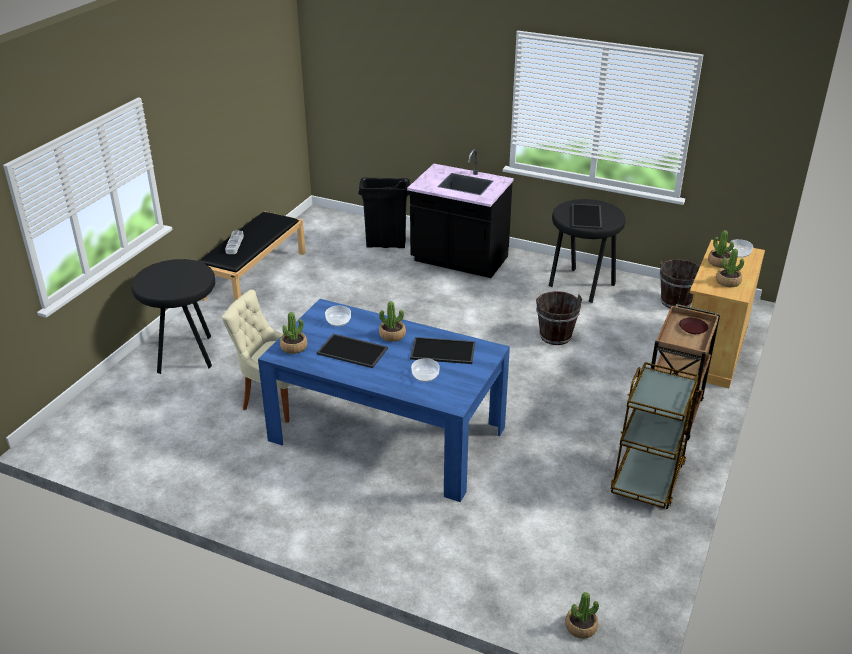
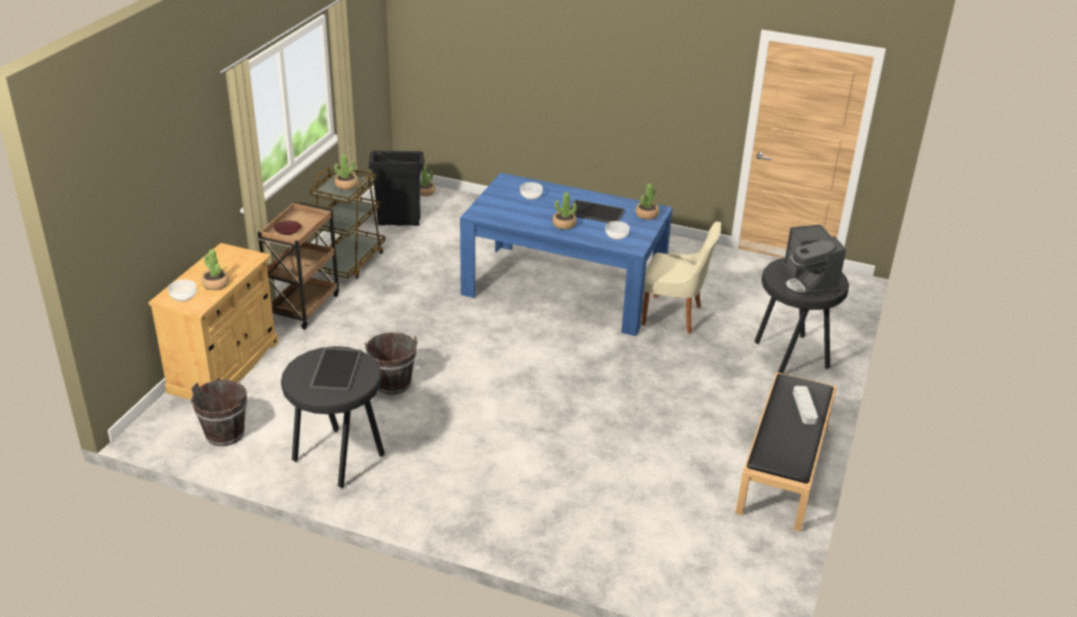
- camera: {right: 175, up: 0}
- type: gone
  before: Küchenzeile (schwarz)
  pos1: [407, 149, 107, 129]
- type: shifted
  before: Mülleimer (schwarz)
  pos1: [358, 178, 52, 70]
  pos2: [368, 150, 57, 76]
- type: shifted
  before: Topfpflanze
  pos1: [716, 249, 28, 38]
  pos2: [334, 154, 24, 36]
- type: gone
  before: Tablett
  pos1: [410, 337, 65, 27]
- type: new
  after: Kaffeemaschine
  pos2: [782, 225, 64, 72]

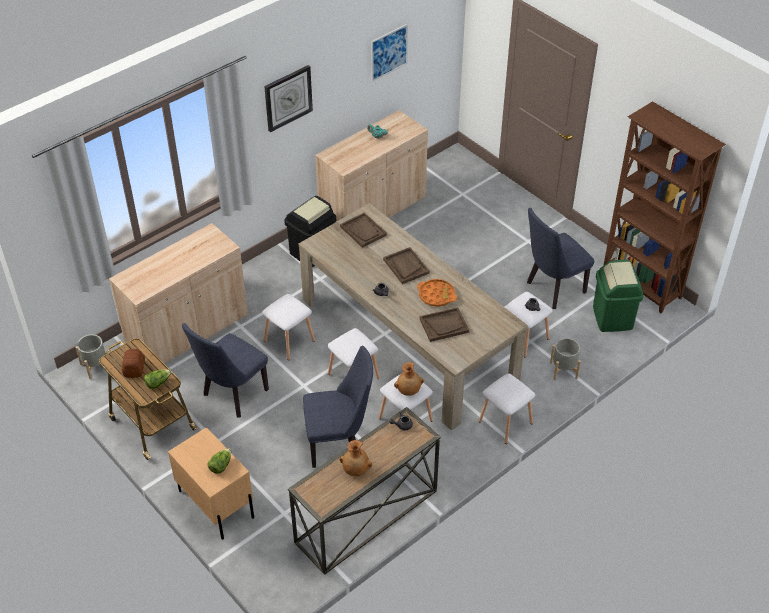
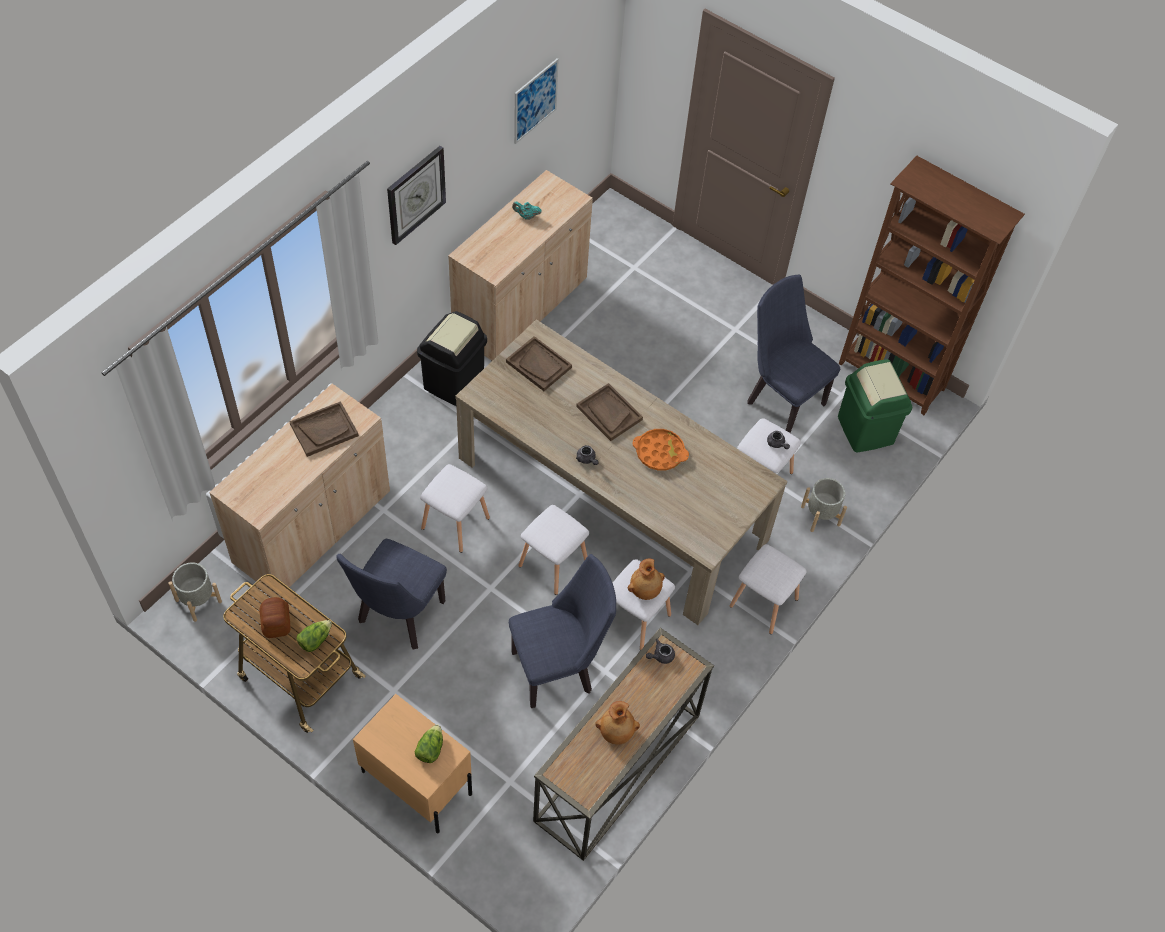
- camera: {right: -15, up: 10}
- type: rotated
  before: Stuhl (blau)
  pos1: [527, 208, 67, 101]
  pos2: [747, 275, 93, 158]
  turn: 90
- type: shifted
  before: Tablett (braun)
  pos1: [419, 307, 50, 35]
  pos2: [289, 401, 70, 56]

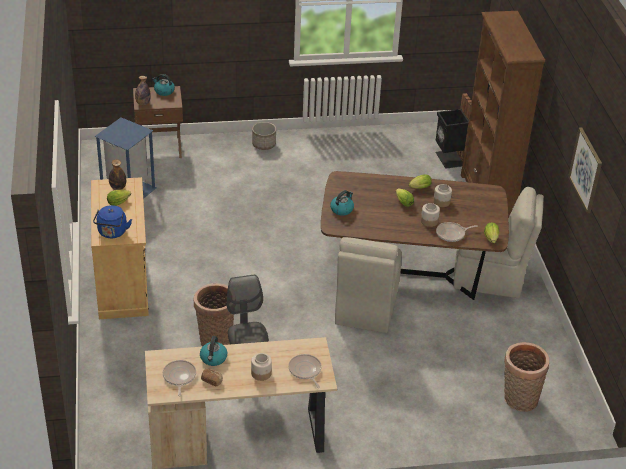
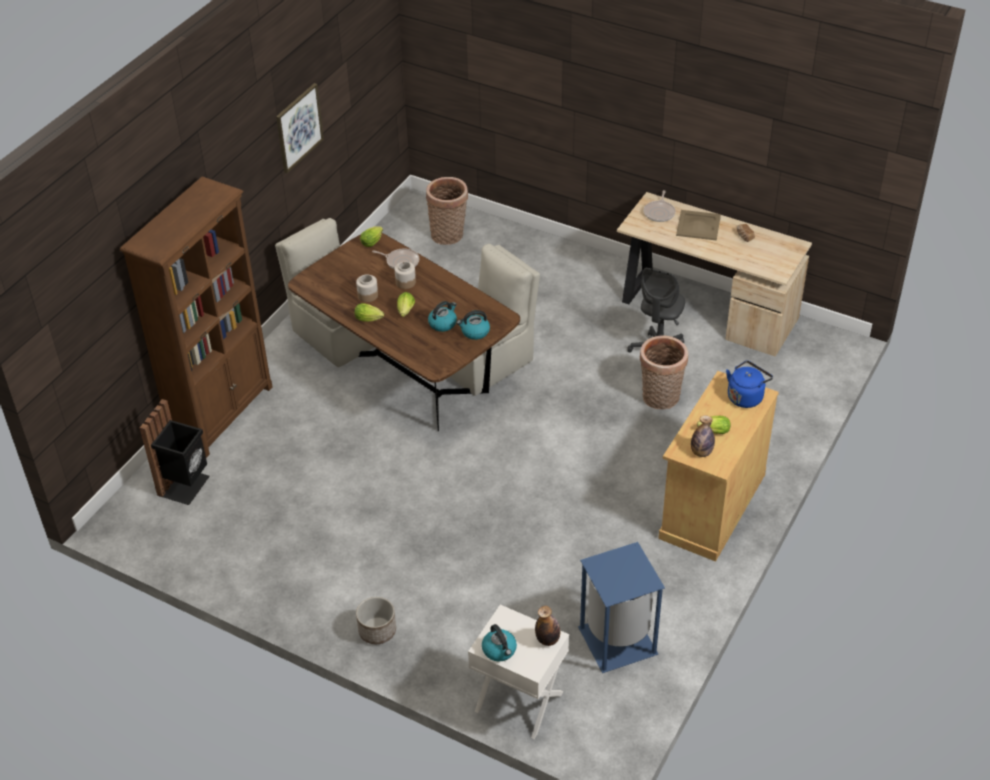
- camera: {right: -140, up: 5}
- type: repainted
  before: Nachttisch (braun)
  after: Nachttisch (weiß)
  pos1: [133, 86, 50, 72]
  pos2: [468, 605, 101, 134]
- type: shifted
  before: Wasserkessel
  pos1: [200, 336, 27, 30]
  pos2: [428, 301, 29, 31]
- type: swapped
  before: Vorratsglas
  after: Tablett (beige)
  pos1: [251, 353, 21, 28]
  pos2: [676, 210, 45, 31]
- type: gone
  before: Pfanne
  pos1: [163, 360, 33, 36]

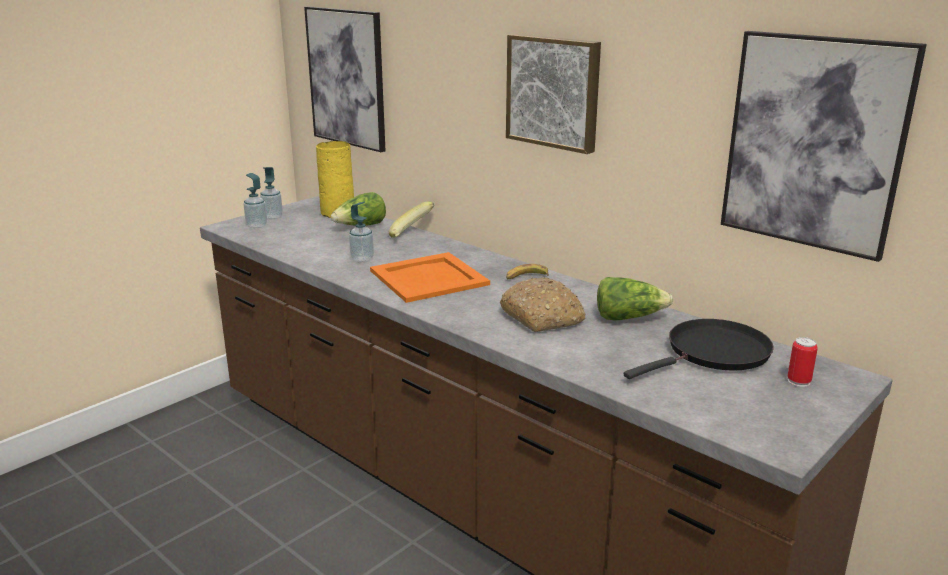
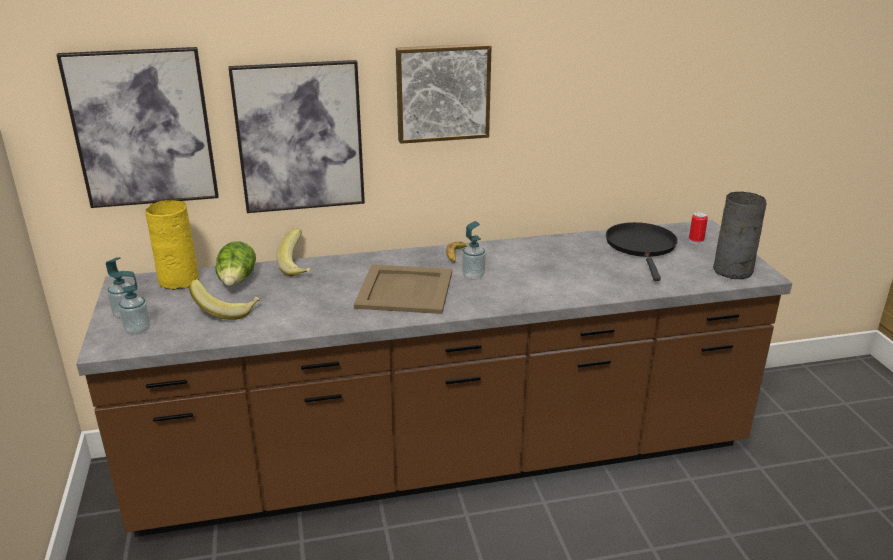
- camera: {right: -55, up: 5}
- type: shifted
  before: Bild
  pos1: [721, 31, 206, 231]
  pos2: [229, 60, 136, 153]
- type: shifted
  before: Seifenspender
  pos1: [349, 202, 25, 60]
  pos2: [462, 221, 24, 59]
- type: repainted
  before: Tablett (orange)
  after: Tablett (beige)
  pos1: [370, 252, 120, 51]
  pos2: [354, 264, 98, 50]
- type: gone
  before: Brot
  pos1: [500, 277, 85, 55]
- type: gone
  before: Salatkopf
  pos1: [597, 277, 76, 43]
- type: new
  after: Vase (grau)
  pos2: [713, 192, 54, 87]
- type: new
  after: Banane
  pos2: [189, 279, 71, 41]

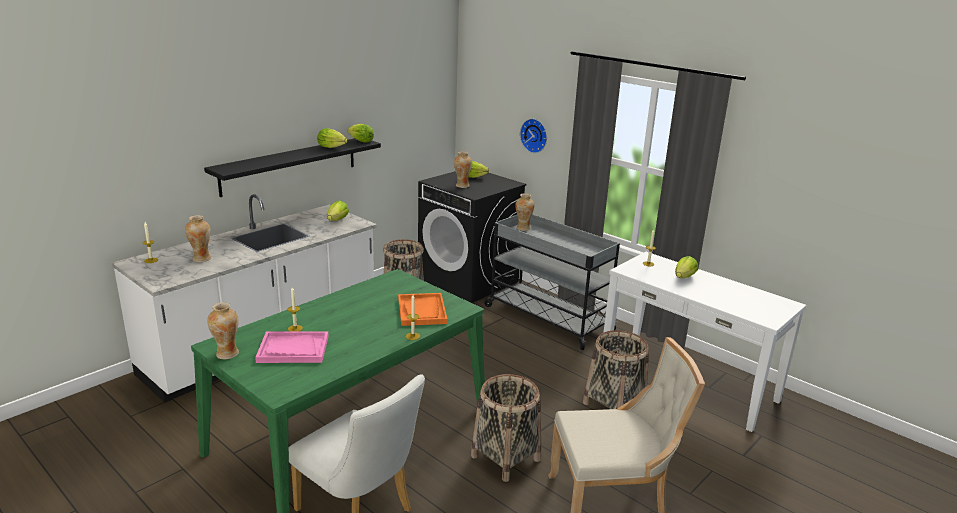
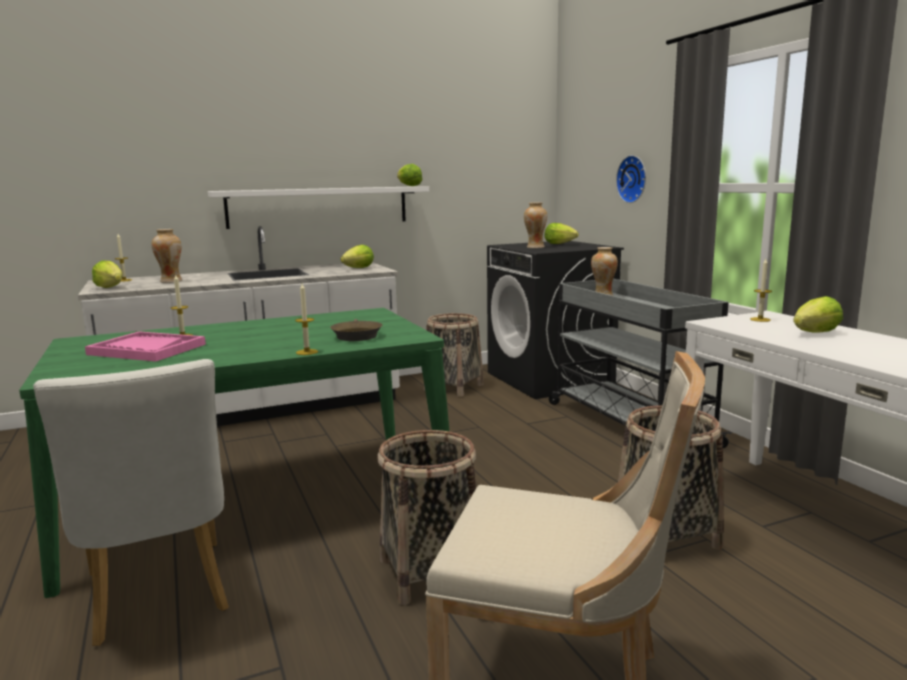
- camera: {right: 25, up: -10}
- type: shifted
  before: Salatkopf
  pos1: [317, 128, 30, 20]
  pos2: [92, 261, 31, 27]
- type: repainted
  before: Wandregal (schwarz)
  after: Wandregal (weiß)
  pos1: [204, 138, 177, 59]
  pos2: [208, 186, 221, 43]
- type: swapped
  before: Tablett (orange)
  after: Pfanne (braun)
  pos1: [398, 293, 49, 33]
  pos2: [330, 319, 52, 22]
- type: gone
  before: Vase
  pos1: [207, 302, 32, 57]

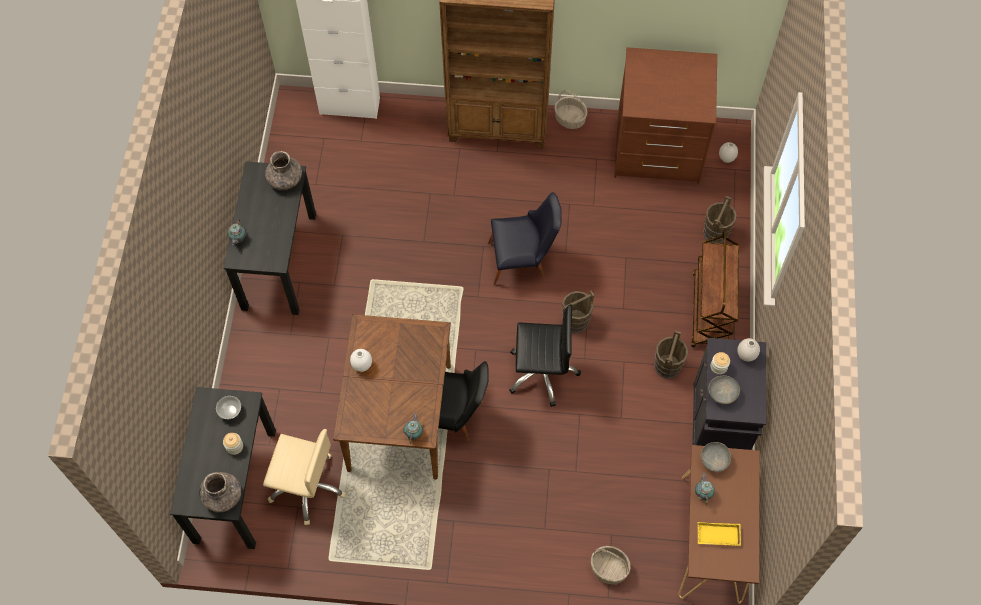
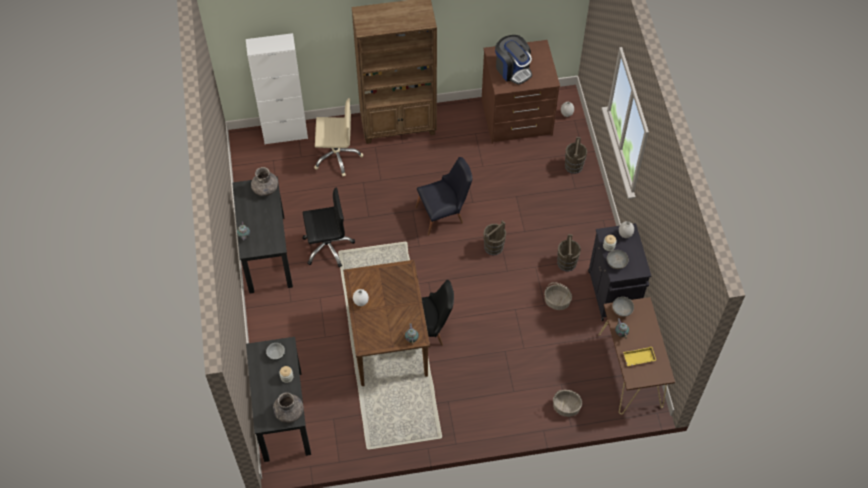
- camera: {right: -15, up: -5}
- type: shifted
  before: Korb
  pos1: [554, 90, 34, 39]
  pos2: [544, 282, 28, 28]
- type: gone
  before: Rollwagen (braun)
  pos1: [691, 230, 48, 117]
- type: shifted
  before: Bürostuhl (schwarz)
  pos1: [509, 304, 72, 103]
  pos2: [302, 187, 53, 81]
- type: shifted
  before: Bürostuhl (beige)
  pos1: [263, 429, 83, 96]
  pos2: [314, 98, 49, 78]
- type: new
  after: Kaffeemaschine
  pos2: [495, 35, 37, 50]

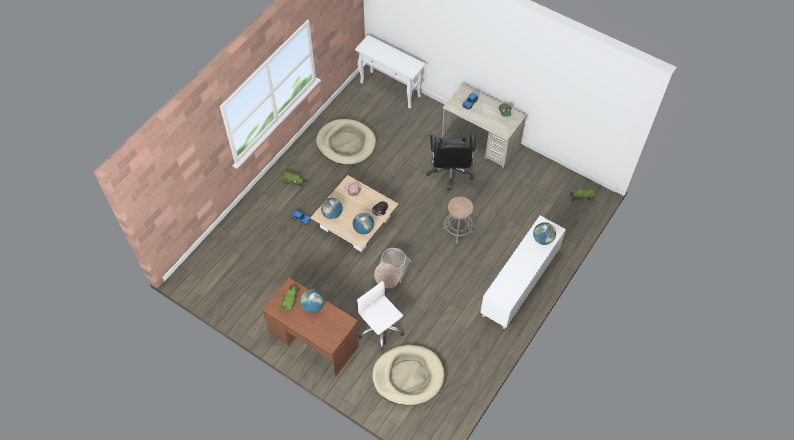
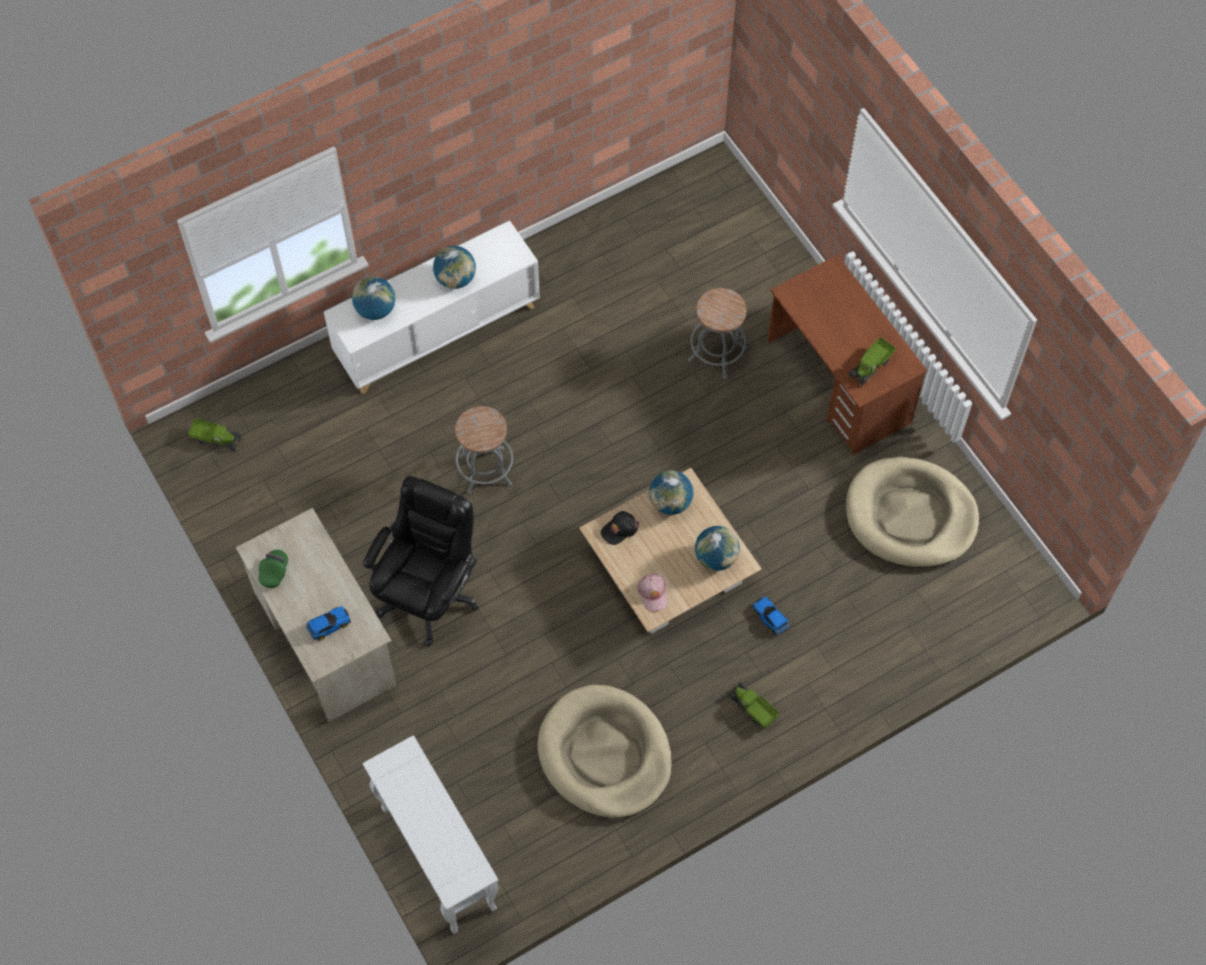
- camera: {right: -155, up: 5}
- type: gone
  before: Korb
  pos1: [374, 248, 37, 40]
- type: swapped
  before: Bürostuhl (weiß)
  after: Hocker (grau)
  pos1: [357, 281, 47, 70]
  pos2: [688, 288, 59, 91]
- type: shifted
  before: Globus
  pos1: [300, 289, 24, 24]
  pos2: [433, 246, 43, 43]
- type: shifted
  before: Hundebett (beige)
  pos1: [372, 345, 73, 61]
  pos2: [846, 457, 133, 111]

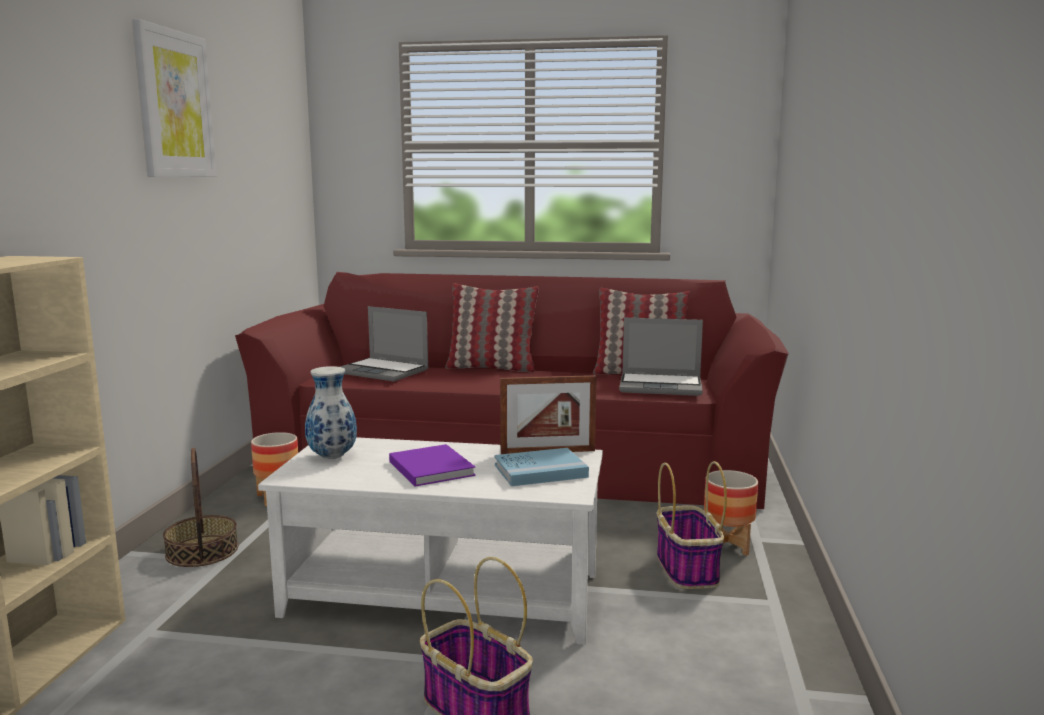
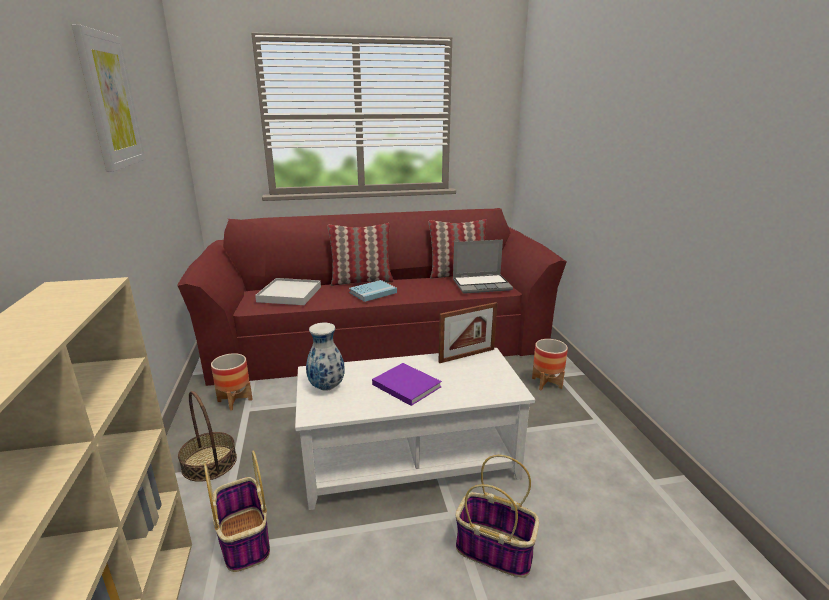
- camera: {right: -20, up: 10}
- type: swapped
  before: Laptop
  after: Tablett (weiß)
  pos1: [340, 306, 89, 76]
  pos2: [255, 278, 66, 27]
- type: shifted
  before: Buch (blau)
  pos1: [495, 448, 94, 38]
  pos2: [349, 280, 48, 22]
- type: shifted
  before: Korb
  pos1: [657, 461, 70, 128]
  pos2: [204, 451, 66, 121]

